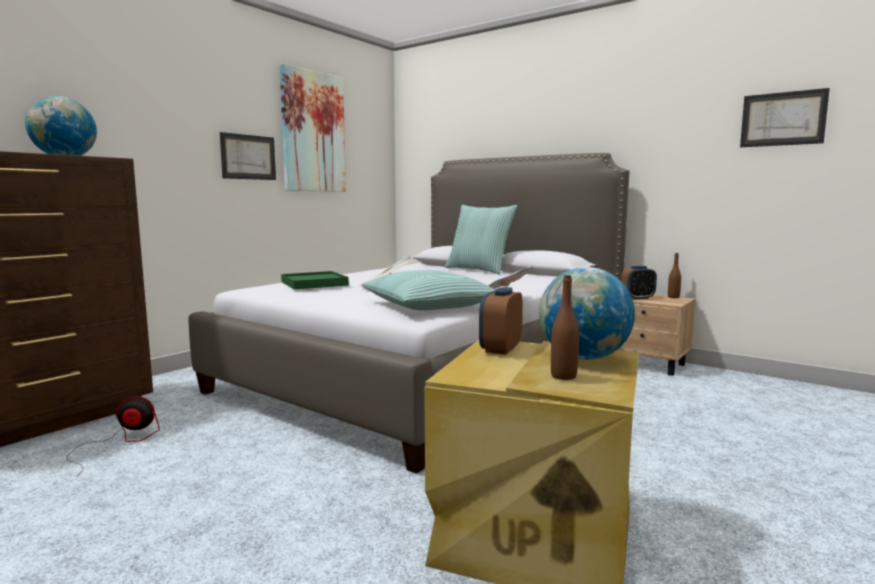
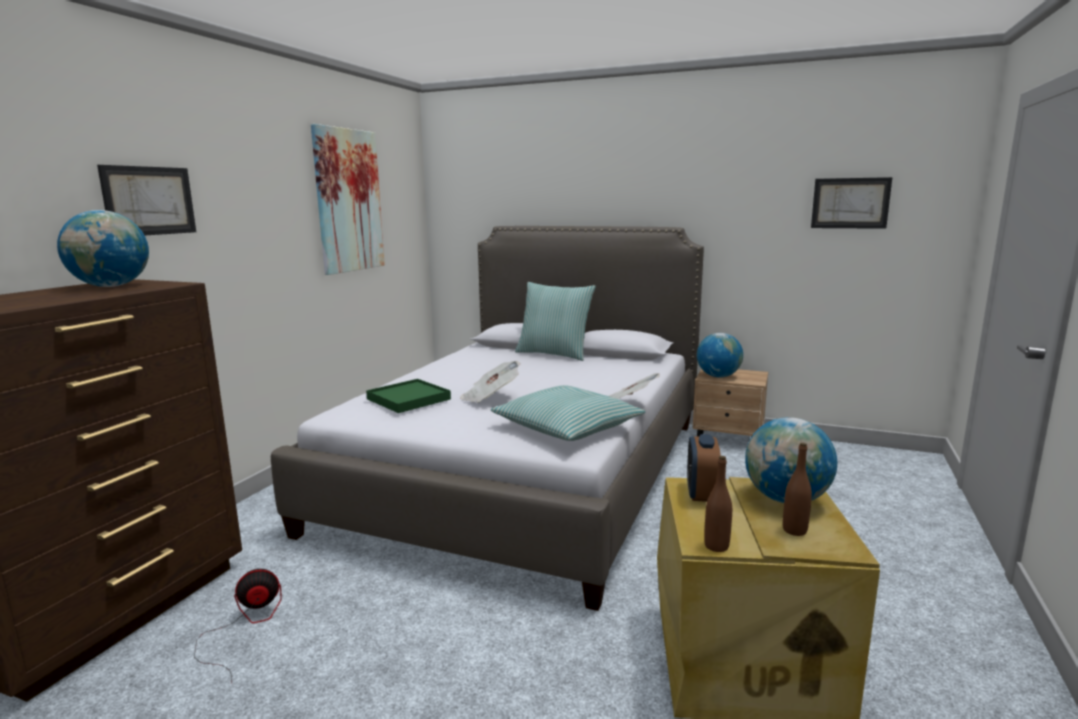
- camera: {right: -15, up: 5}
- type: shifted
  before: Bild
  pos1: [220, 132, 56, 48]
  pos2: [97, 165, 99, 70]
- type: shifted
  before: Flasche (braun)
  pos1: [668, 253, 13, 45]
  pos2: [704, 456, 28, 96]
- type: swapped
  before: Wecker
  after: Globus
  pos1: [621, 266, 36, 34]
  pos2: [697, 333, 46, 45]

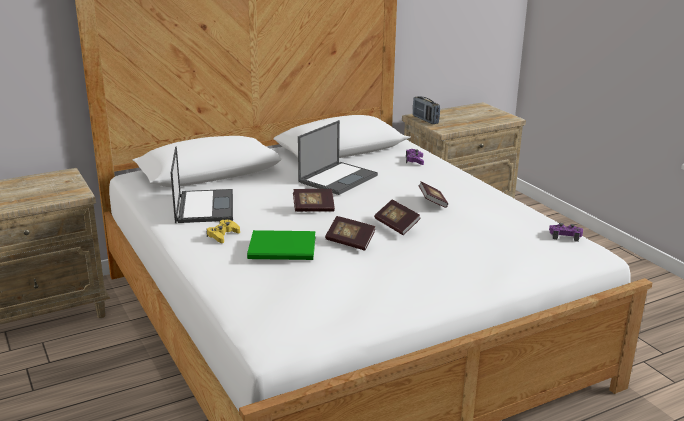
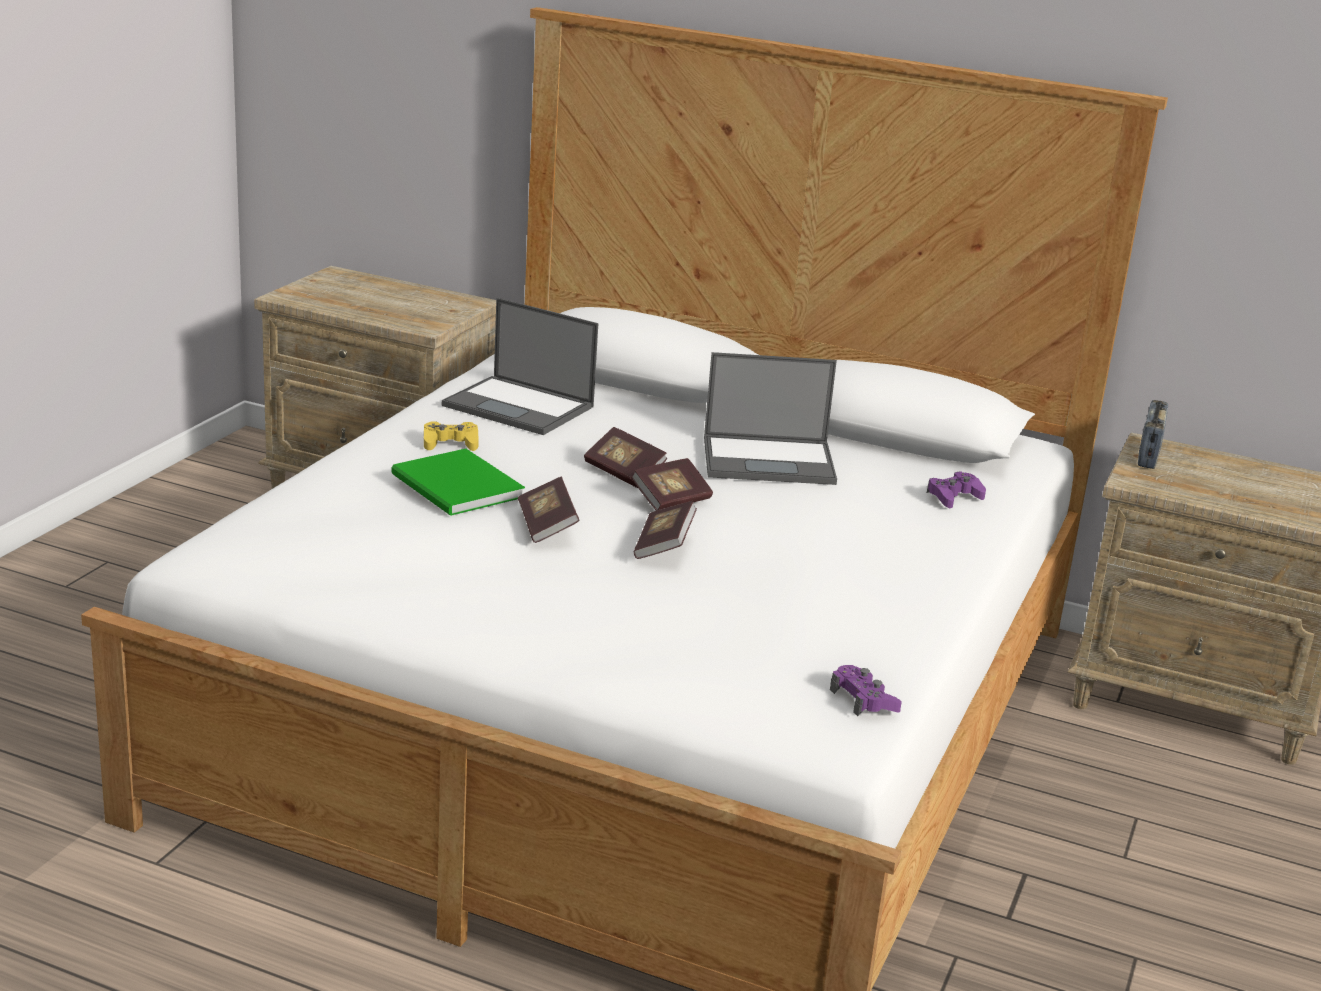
- camera: {right: 50, up: 0}
- type: rotated
  before: Laptop
  pos1: [171, 147, 62, 76]
  pos2: [442, 298, 156, 137]
  turn: 75
- type: shifted
  before: Buch
  pos1: [418, 181, 30, 27]
  pos2: [631, 458, 82, 53]

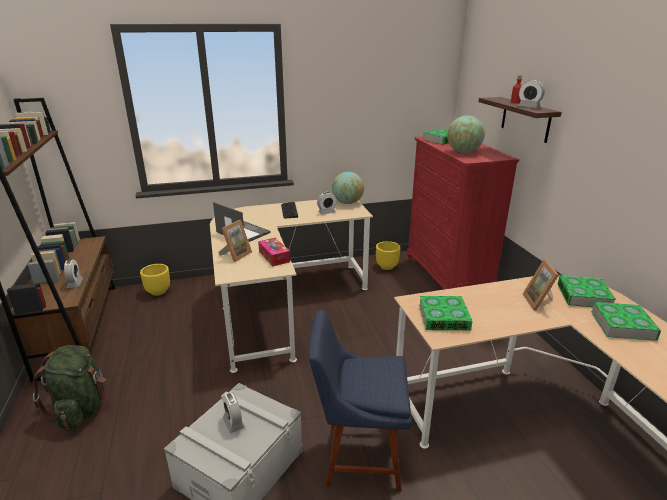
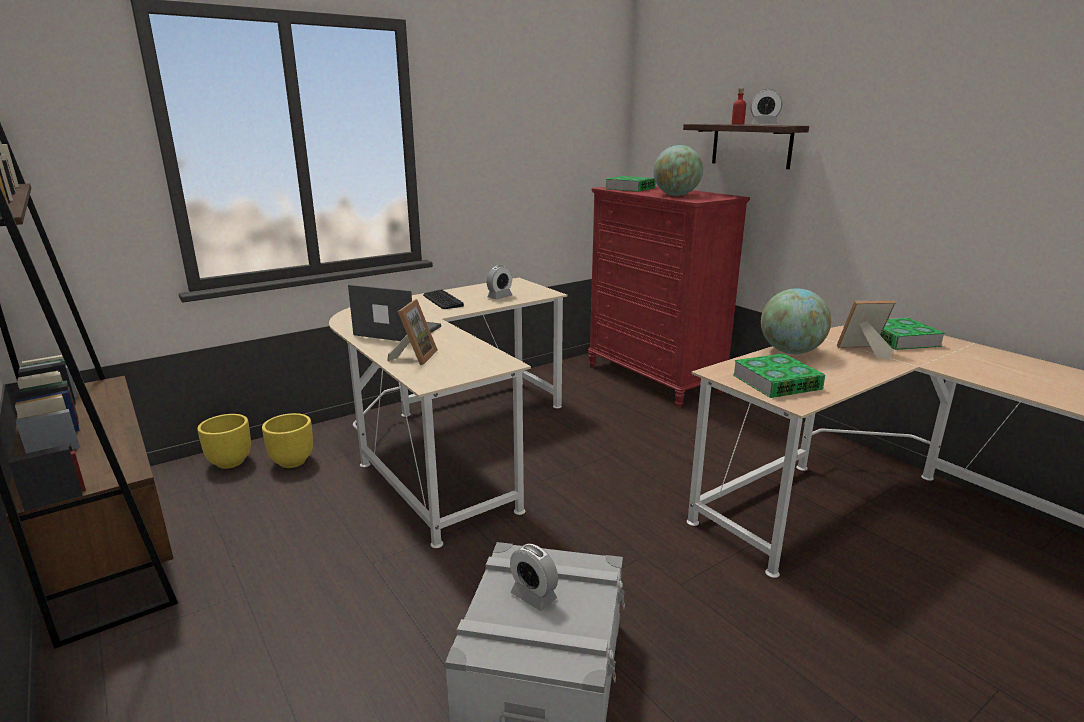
- camera: {right: -20, up: -5}
- type: shifted
  before: Globus
  pos1: [332, 172, 32, 32]
  pos2: [761, 288, 70, 66]
- type: gone
  before: Taschentuchbox
  pos1: [258, 238, 32, 28]
- type: shifted
  before: Pflanzkübel (gelb)
  pos1: [376, 241, 24, 29]
  pos2: [262, 413, 51, 55]
- type: gone
  before: Wecker
  pos1: [64, 259, 19, 29]
- type: rotated
  before: Bilderrahmen
  pos1: [523, 260, 36, 51]
  pos2: [836, 300, 59, 60]
  turn: 105
- type: gone
  before: Buch
  pos1: [591, 302, 70, 39]
- type: gone
  before: Stuhl (blau)
  pos1: [309, 310, 103, 182]
- type: gone
  before: Rucksack (grün)
  pos1: [33, 345, 72, 84]

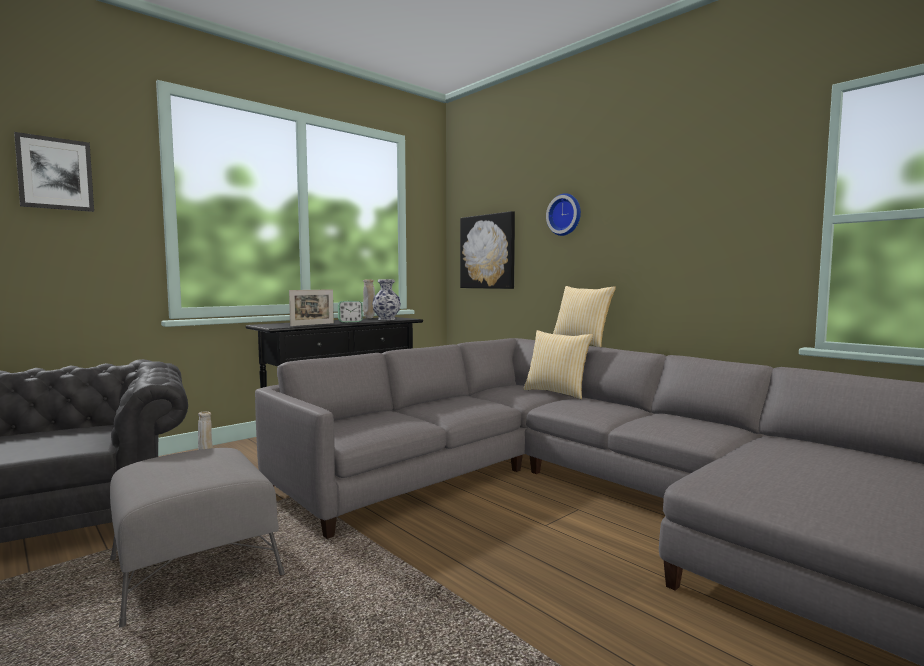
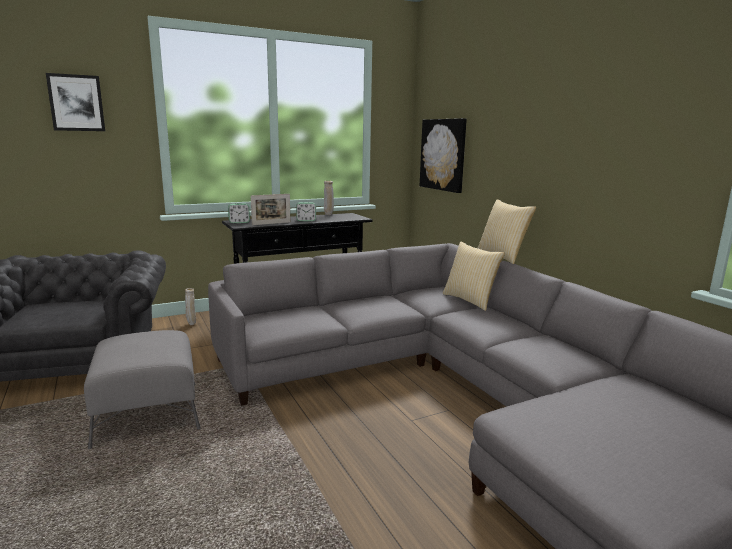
- camera: {right: 15, up: 10}
- type: gone
  before: Wanduhr
  pos1: [546, 193, 35, 43]
- type: gone
  before: Vase
  pos1: [372, 279, 29, 41]
- type: new
  after: Wecker
  pos2: [228, 203, 22, 20]

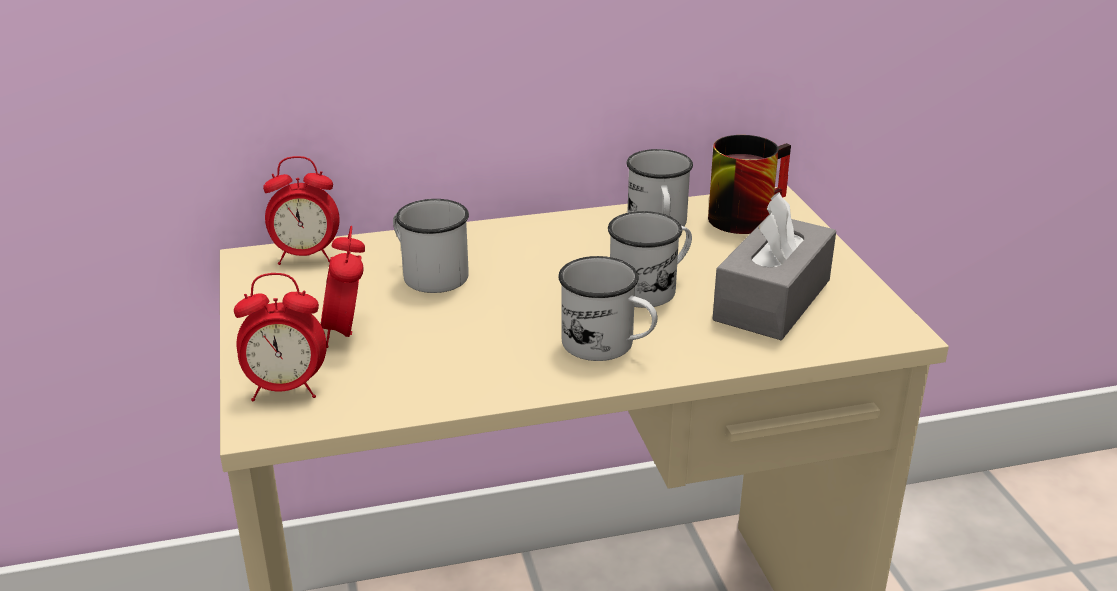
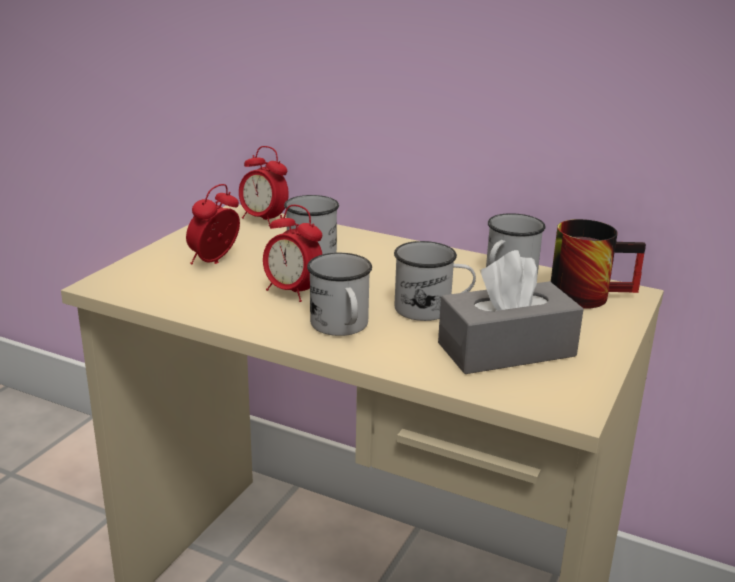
- camera: {right: 40, up: -5}
- type: shifted
  before: Wecker
  pos1: [234, 273, 93, 129]
  pos2: [263, 205, 60, 97]

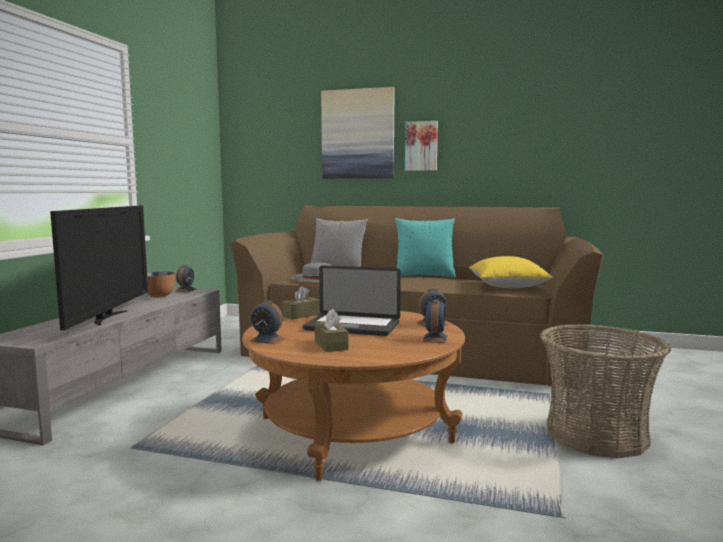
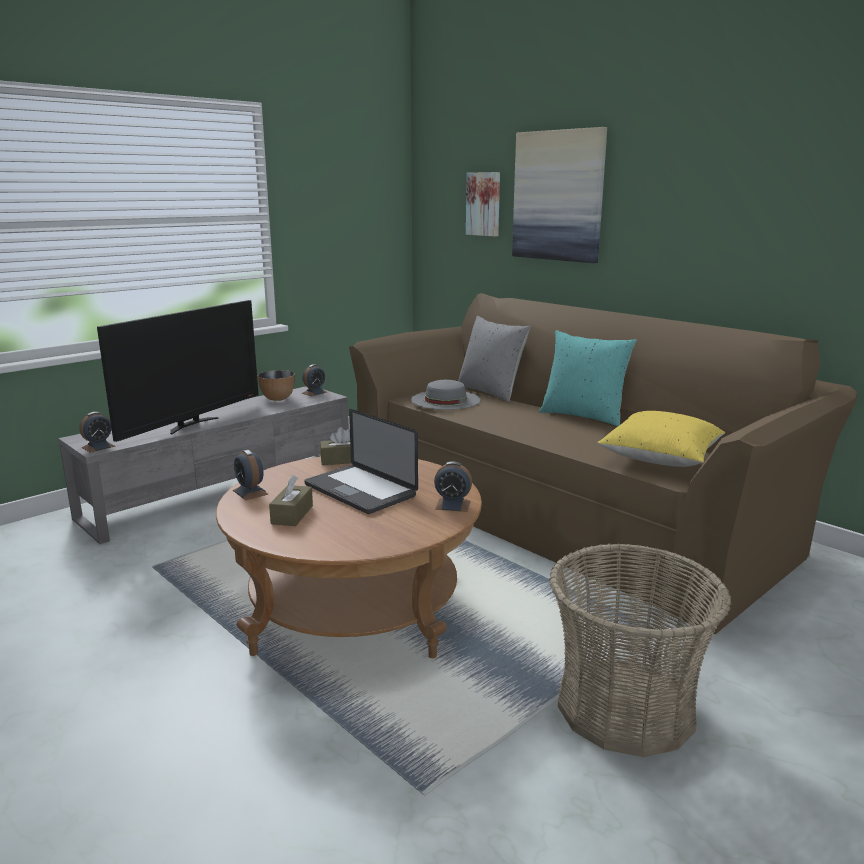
- camera: {right: 30, up: 10}
- type: shifted
  before: Bild
  pos1: [405, 121, 33, 50]
  pos2: [466, 172, 34, 64]
- type: shifted
  before: Wecker
  pos1: [423, 299, 24, 44]
  pos2: [80, 412, 35, 41]

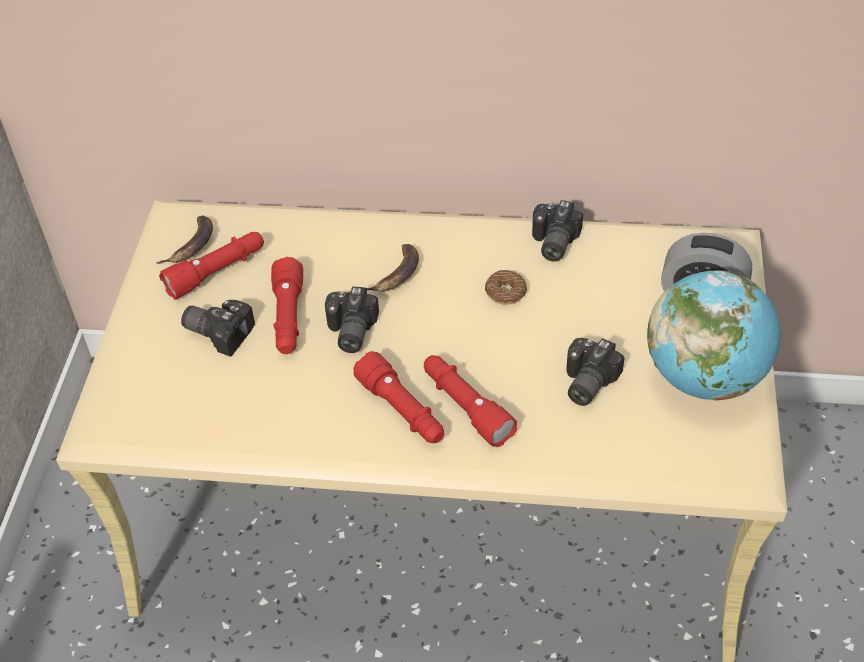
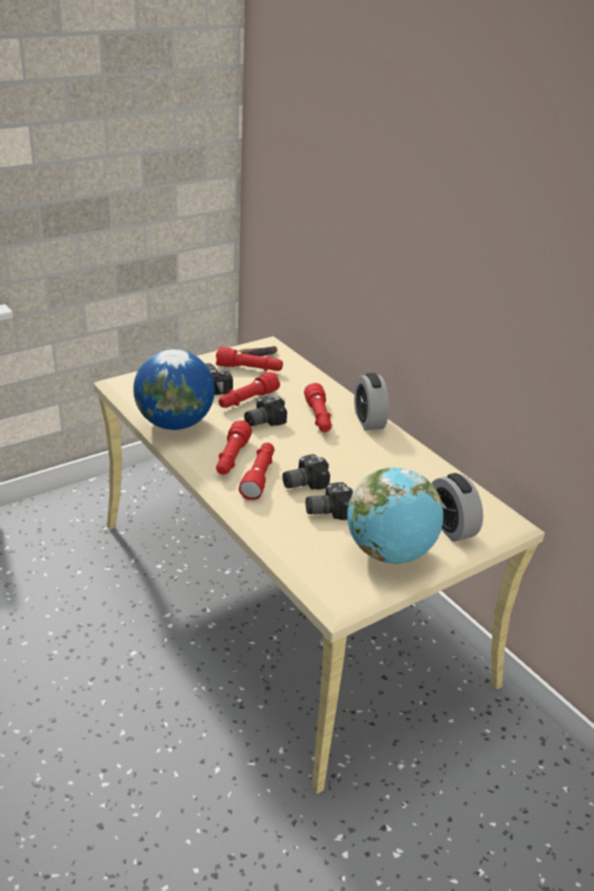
- camera: {right: 45, up: -15}
- type: shifted
  before: Kamera
  pos1: [532, 200, 51, 61]
  pos2: [283, 454, 47, 36]
- type: swapped
  before: Banane
  after: Taschenlampe (rot)
  pos1: [367, 244, 52, 48]
  pos2: [304, 383, 28, 49]
- type: gone
  before: Donut
  pos1: [485, 270, 42, 35]
- type: new
  after: Globus
  pos2: [133, 349, 82, 81]
- type: new
  after: Wecker
  pos2: [354, 373, 35, 57]

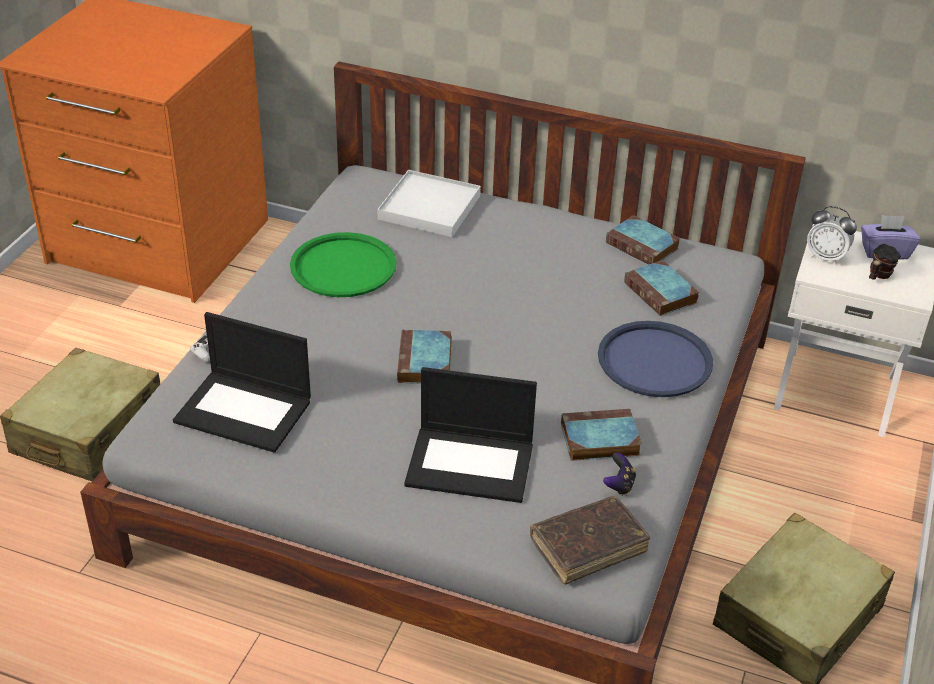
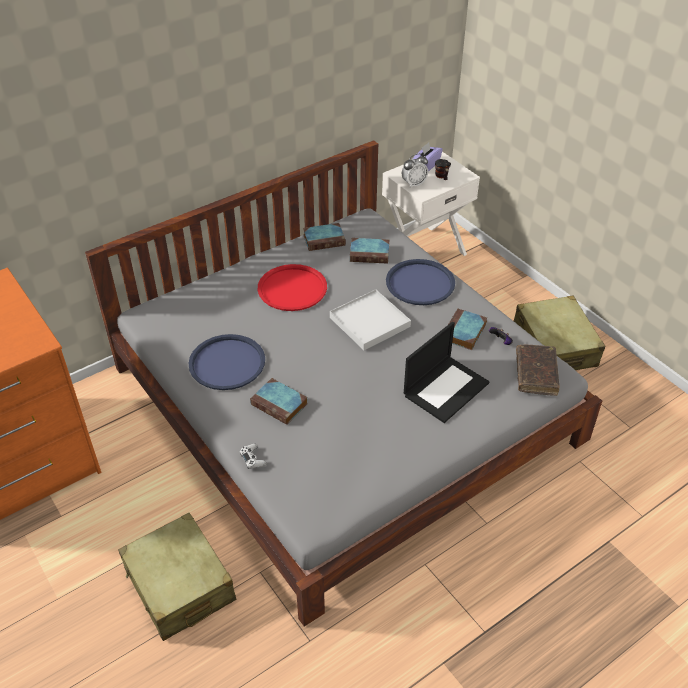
- camera: {right: -55, up: 5}
- type: shifted
  before: Tablett (weiß)
  pos1: [378, 170, 103, 67]
  pos2: [330, 289, 81, 61]
- type: repainted
  before: Tablett (grün)
  after: Tablett (blau)
  pos1: [290, 232, 106, 65]
  pos2: [188, 334, 77, 56]
- type: gone
  before: Laptop
  pos1: [173, 312, 138, 141]
- type: shifted
  before: Buch
  pos1: [397, 330, 55, 54]
  pos2: [250, 378, 58, 47]
- type: new
  after: Tablett (rot)
  pos2: [258, 264, 69, 47]

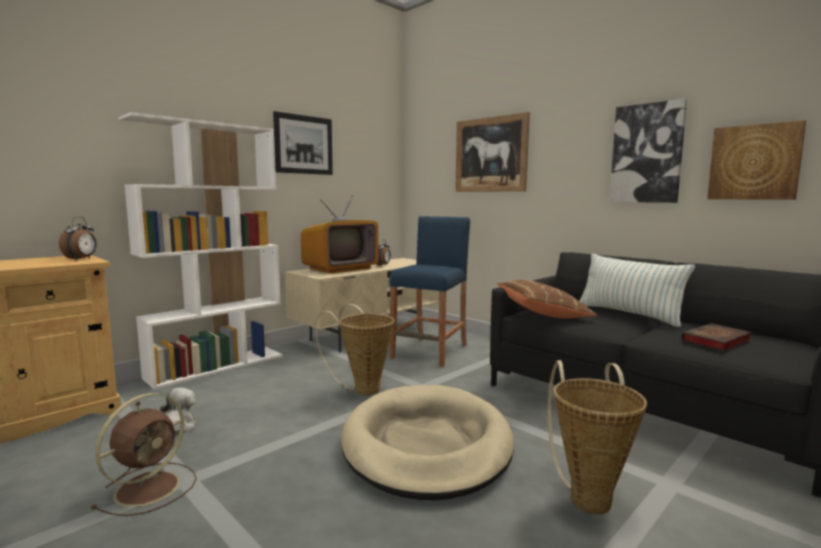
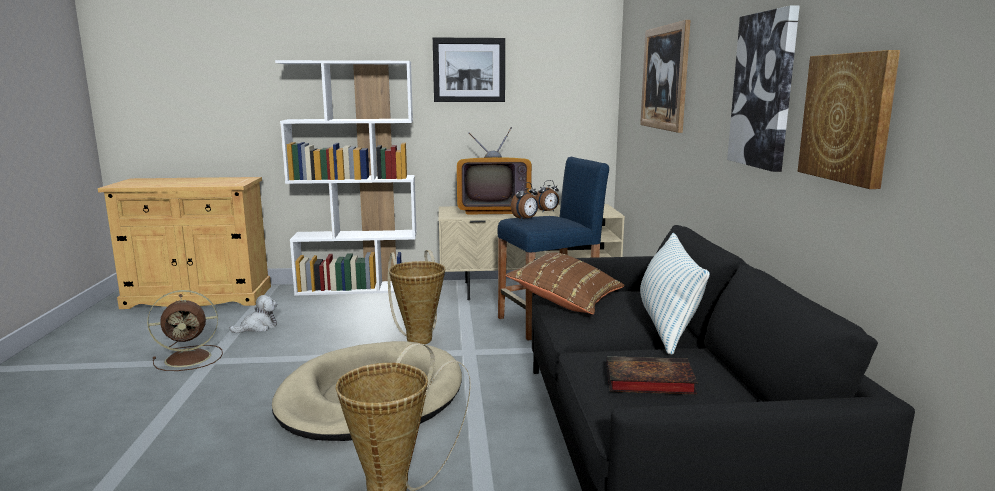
- camera: {right: 40, up: 5}
- type: shifted
  before: Wecker
  pos1: [59, 217, 38, 43]
  pos2: [511, 182, 27, 38]

